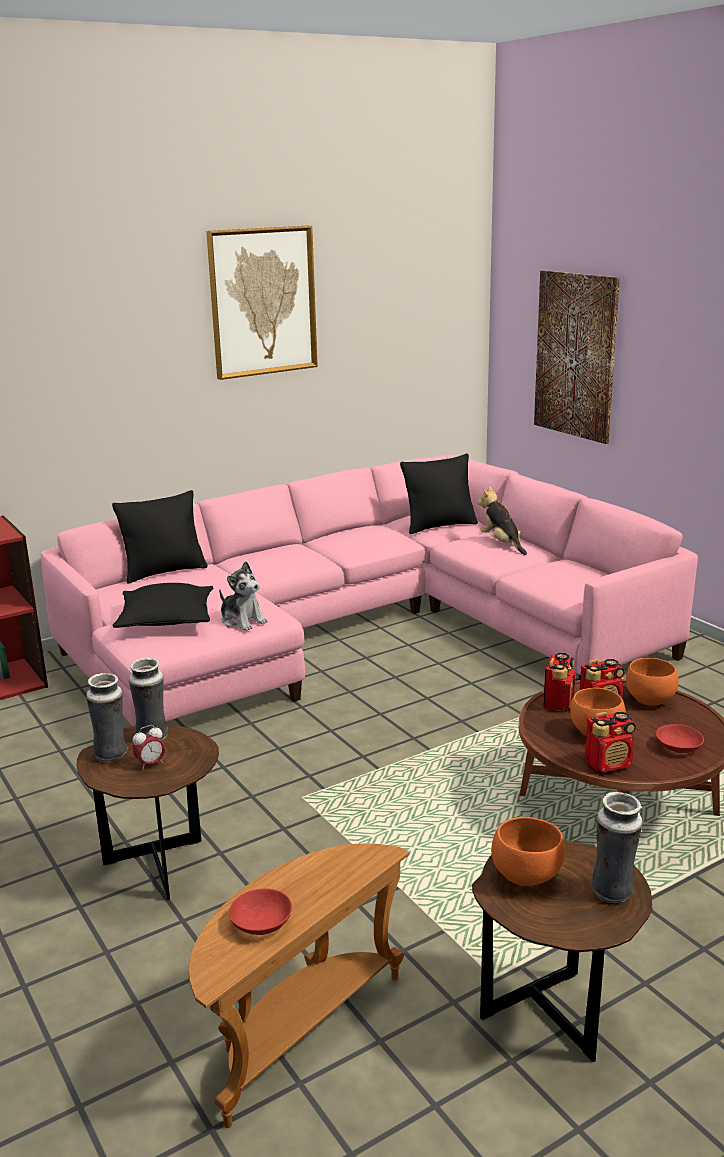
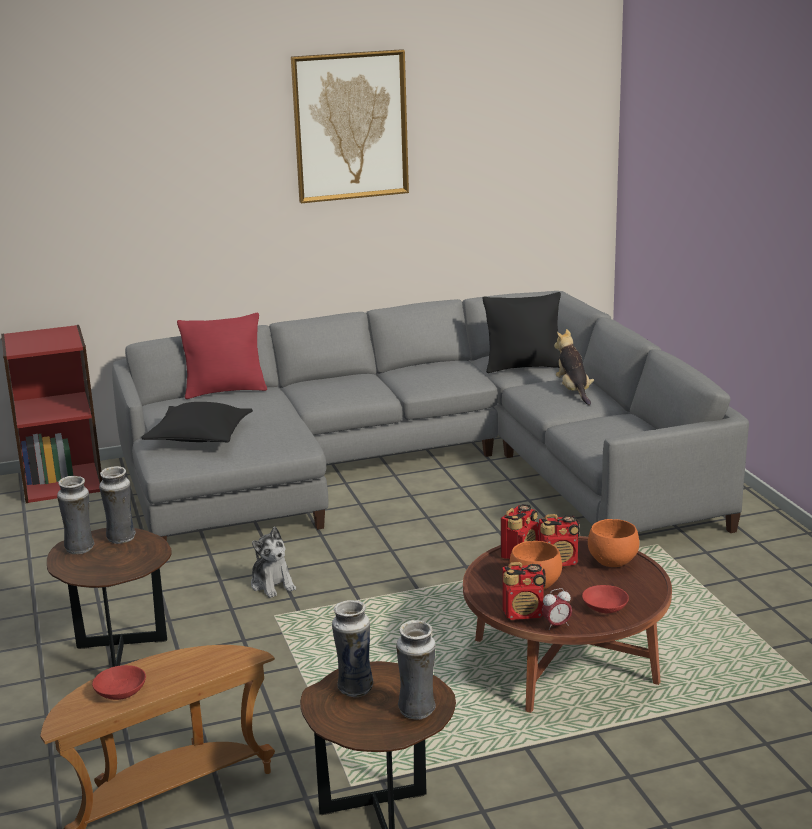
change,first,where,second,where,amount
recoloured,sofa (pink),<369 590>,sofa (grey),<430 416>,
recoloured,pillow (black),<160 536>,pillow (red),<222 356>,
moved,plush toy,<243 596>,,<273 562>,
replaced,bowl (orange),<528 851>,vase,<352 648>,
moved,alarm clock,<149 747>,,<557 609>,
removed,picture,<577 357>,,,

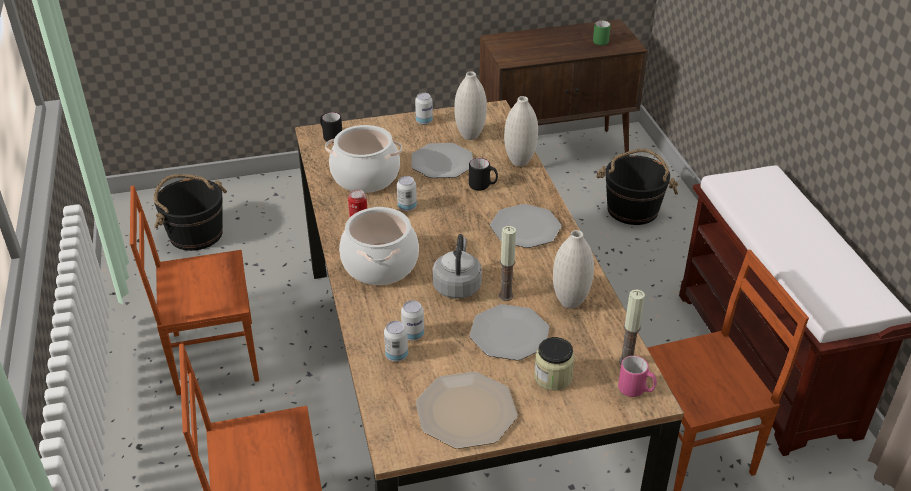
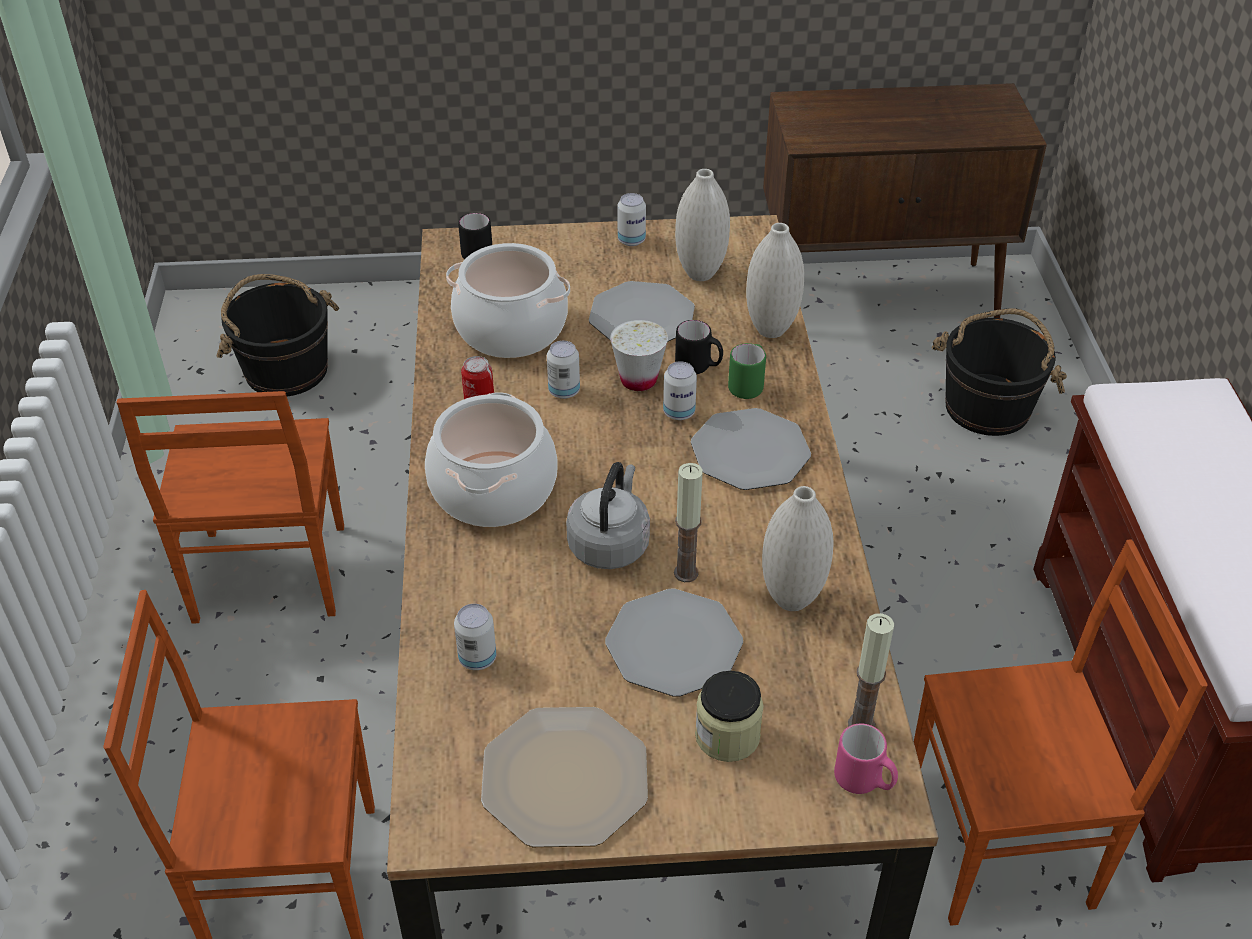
change,first,where,second,where,amount
turned,chair (brown),<194 290>,,<230 507>,90 degrees counterclockwise
added,,,cup (white),<639 355>,
moved,can,<412 320>,,<680 390>,
moved,mug (green),<602 33>,,<747 371>,

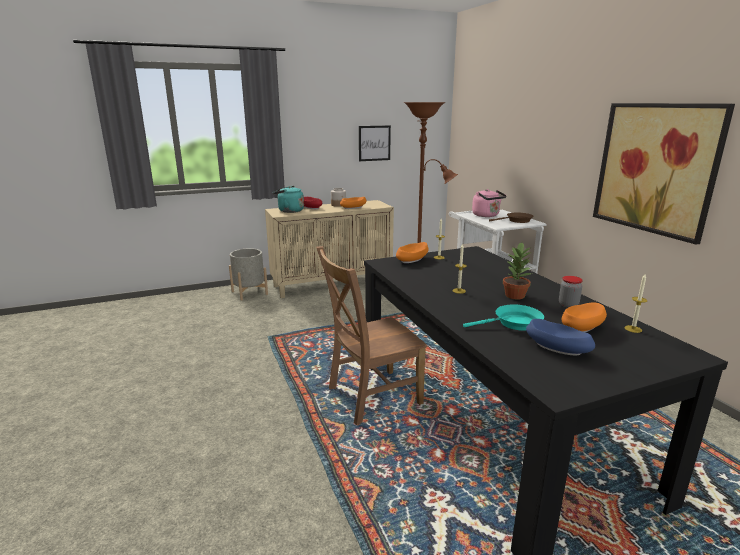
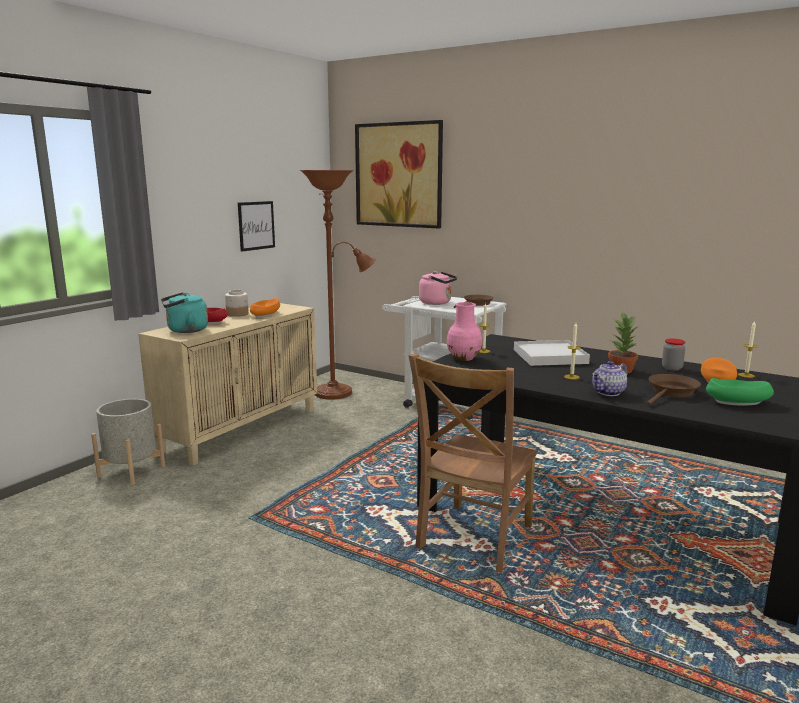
change,first,where,second,where,amount
moved,picture,<664 174>,,<399 174>,
replaced,bowl (orange),<412 252>,vase (pink),<464 331>,
added,,,tray (white),<552 353>,
added,,,teapot,<610 378>,
recoloured,frying pan (turquoise),<503 317>,frying pan (brown),<673 389>,
recoloured,bowl (blue),<560 337>,bowl (green),<740 392>,

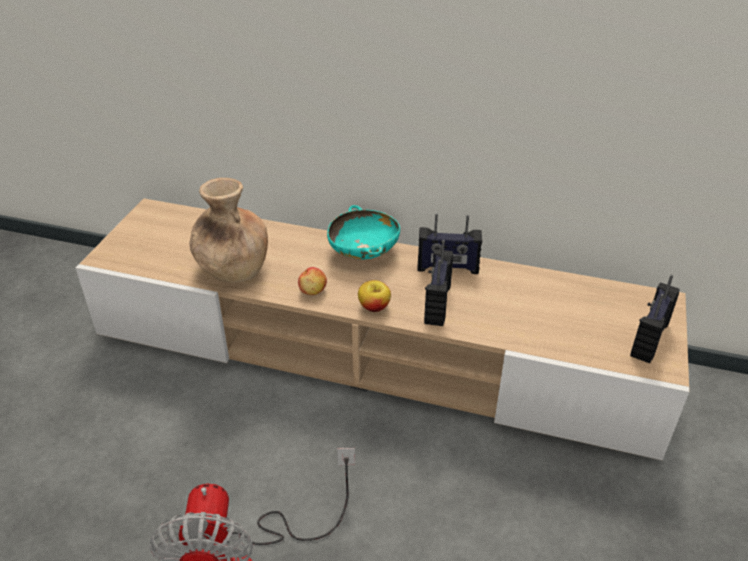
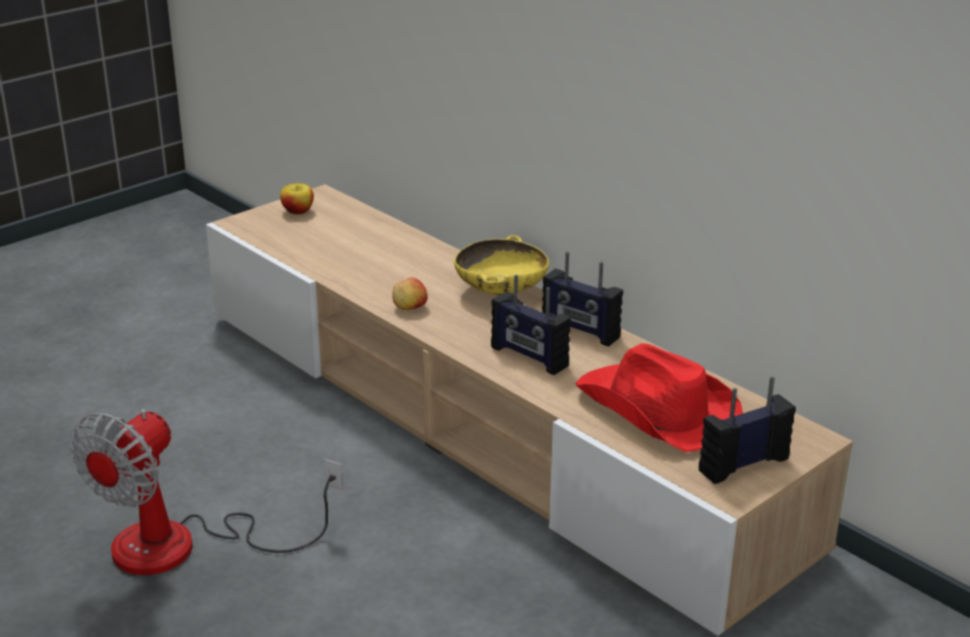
change,first,where,second,where,amount
moved,apple,<374 296>,,<297 198>,
recoloured,bowl (turquoise),<363 232>,bowl (yellow),<501 265>,
turned,radio,<438 283>,,<531 325>,90 degrees counterclockwise
added,,,hat (red),<659 397>,
removed,vase (brown),<229 230>,,,

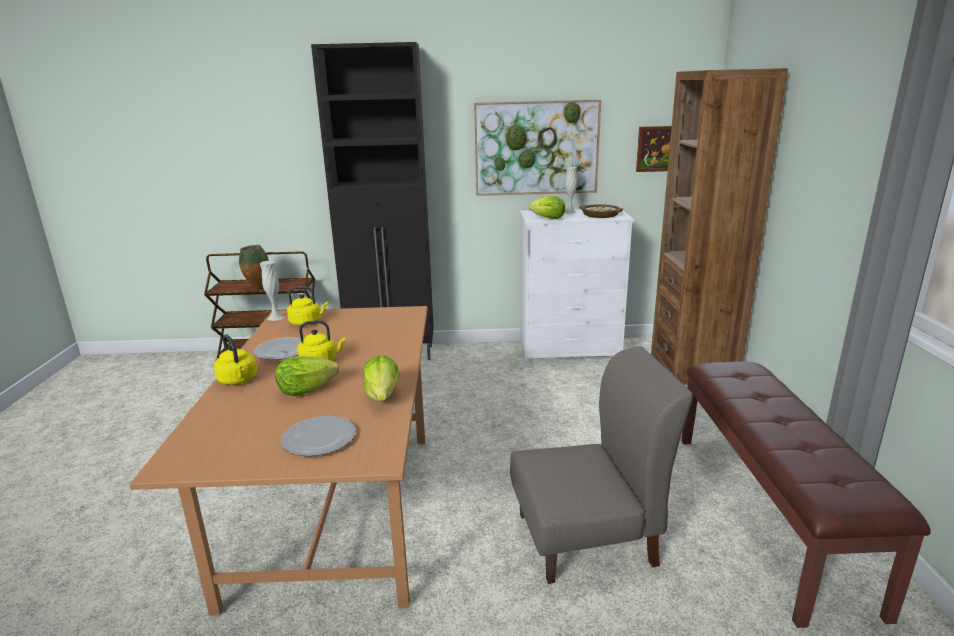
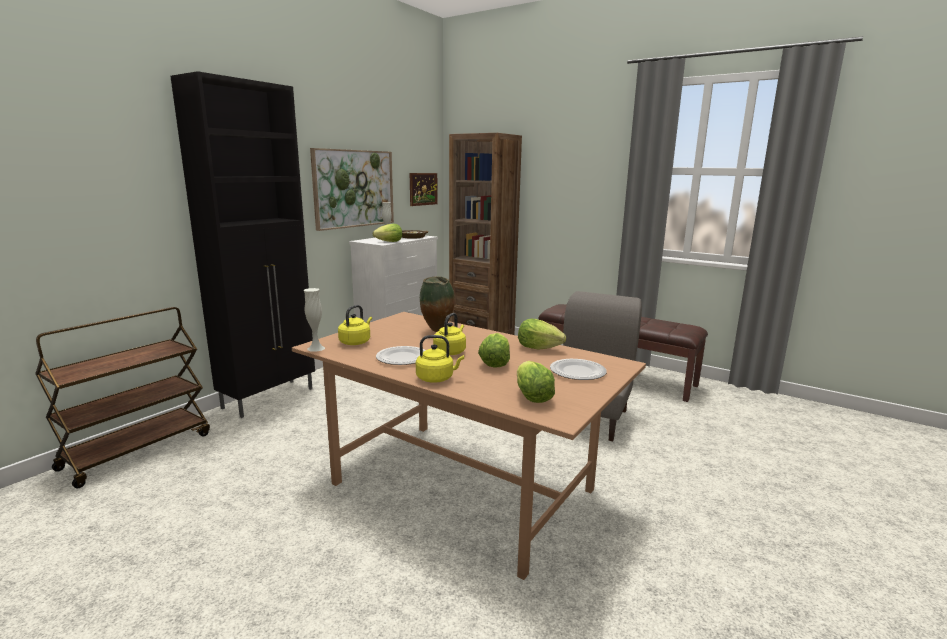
change,first,where,second,where,amount
moved,vase,<254 267>,,<437 304>,
added,,,lettuce,<536 382>,

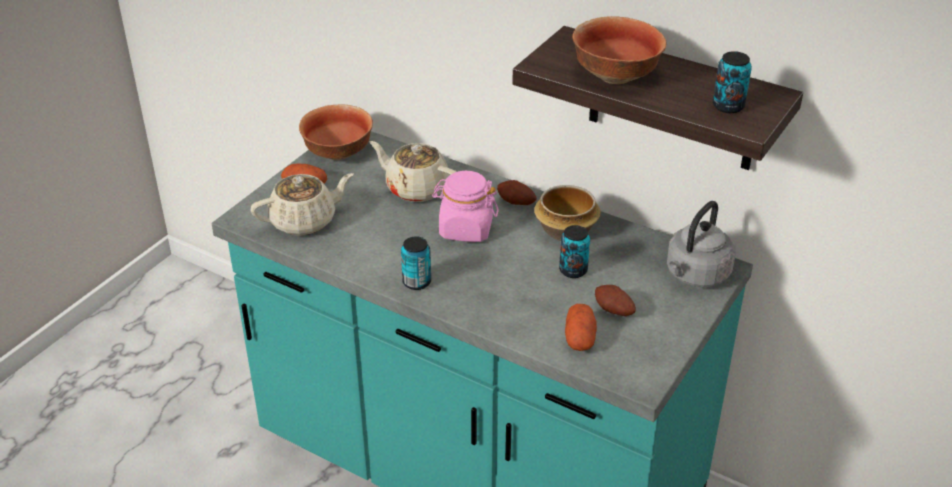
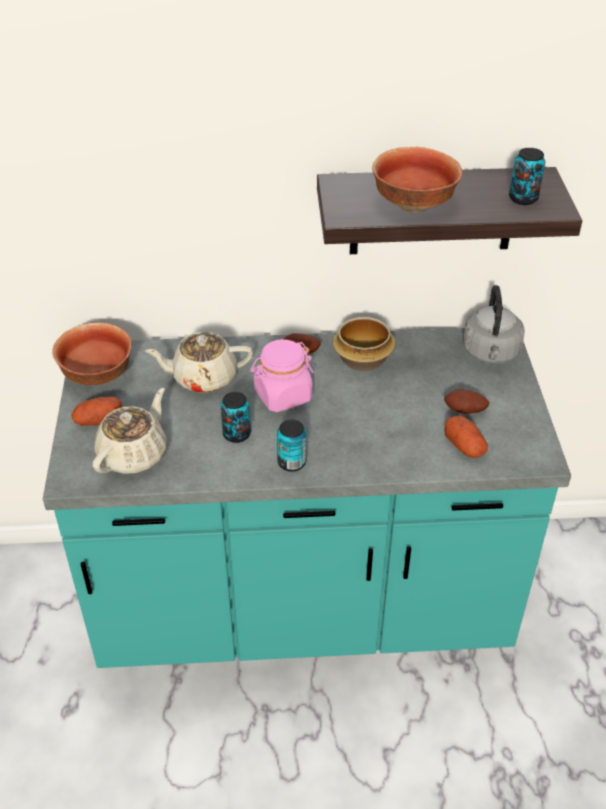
change,first,where,second,where,amount
moved,can,<574 251>,,<236 417>,

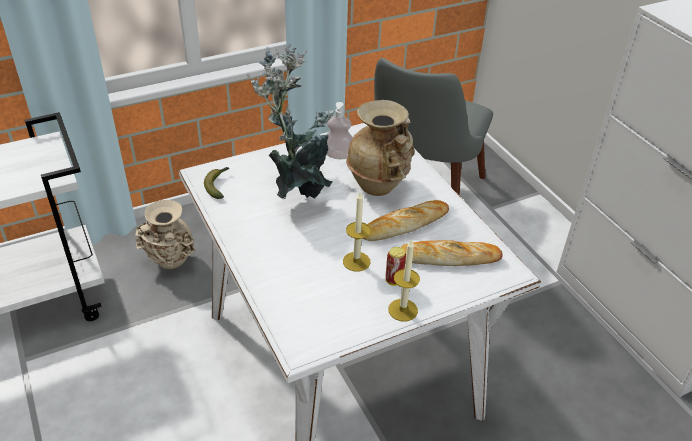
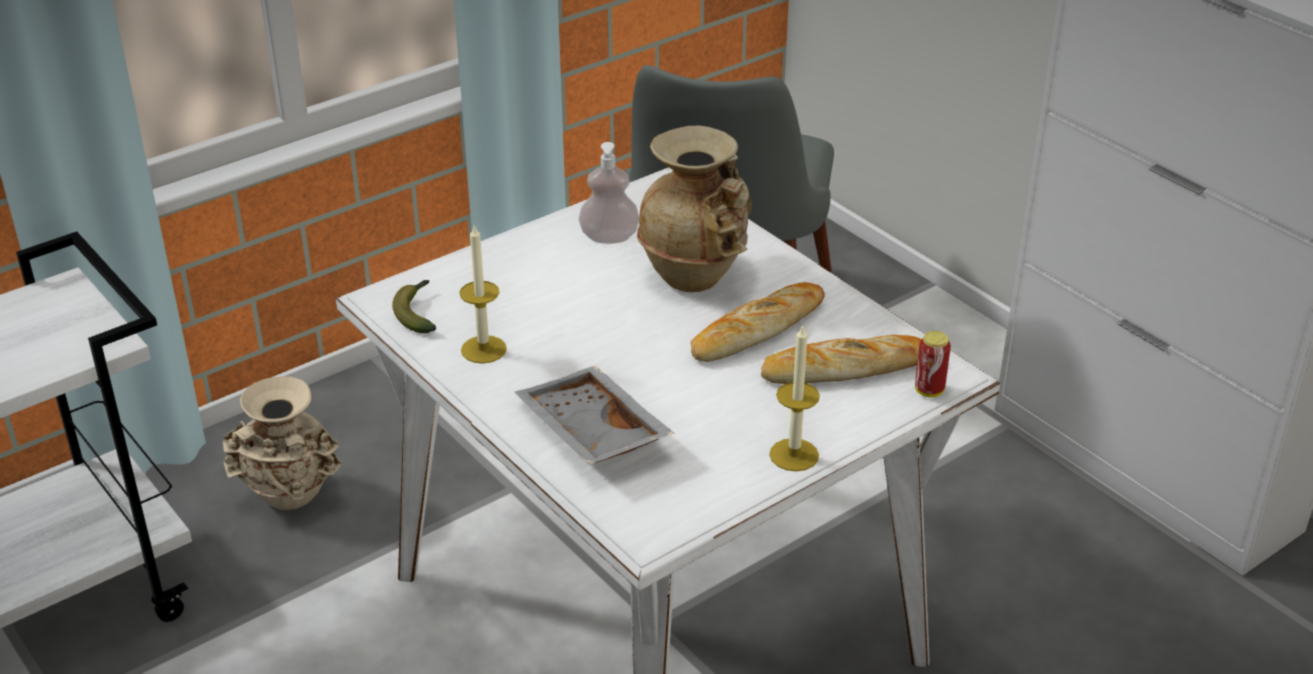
change,first,where,second,where,amount
moved,candle,<357 231>,,<483 294>,
added,,,tray (grey),<594 415>,
moved,can,<395 266>,,<933 364>,
removed,potted plant,<291 121>,,,

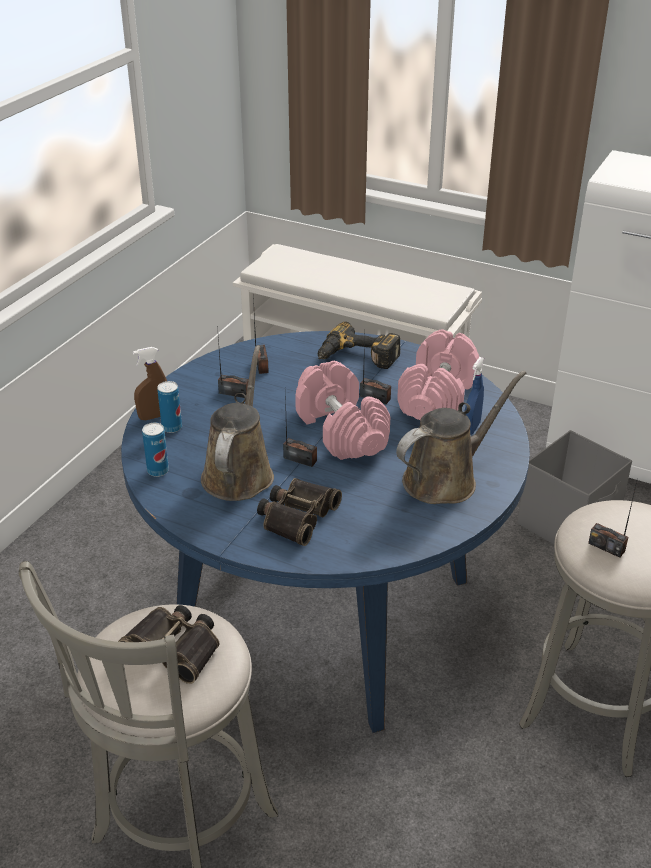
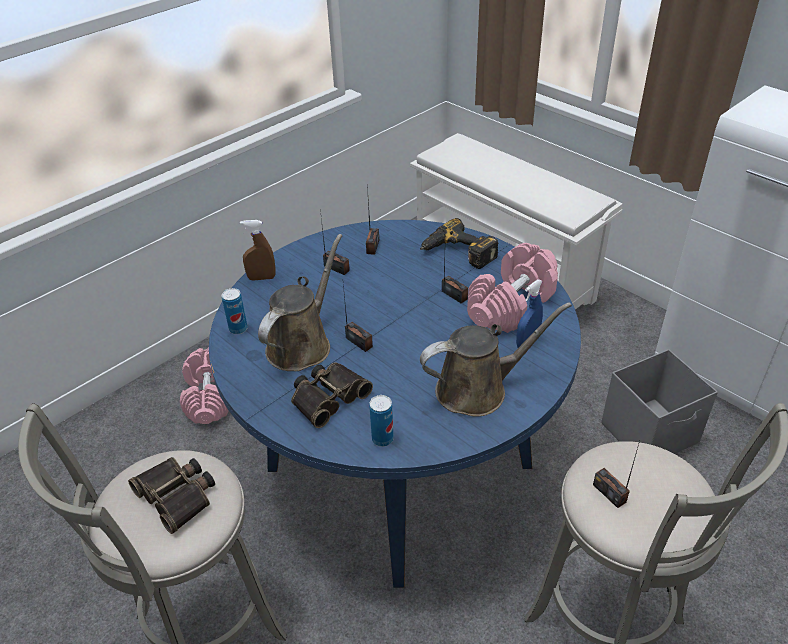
change,first,where,second,where,amount
moved,dumbbell (pink),<342 410>,,<204 385>,
moved,can,<169 407>,,<381 421>,

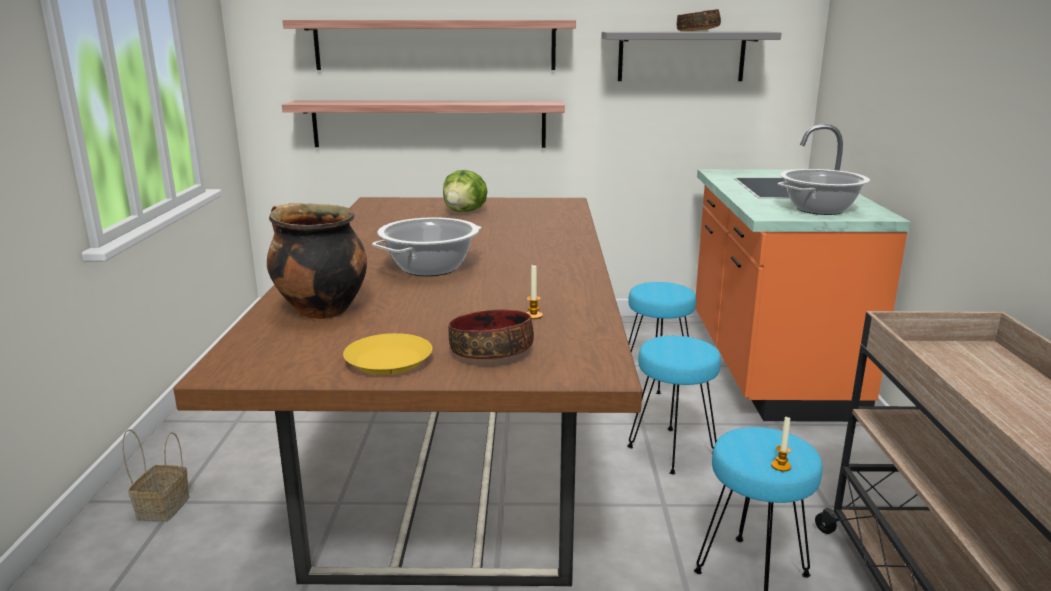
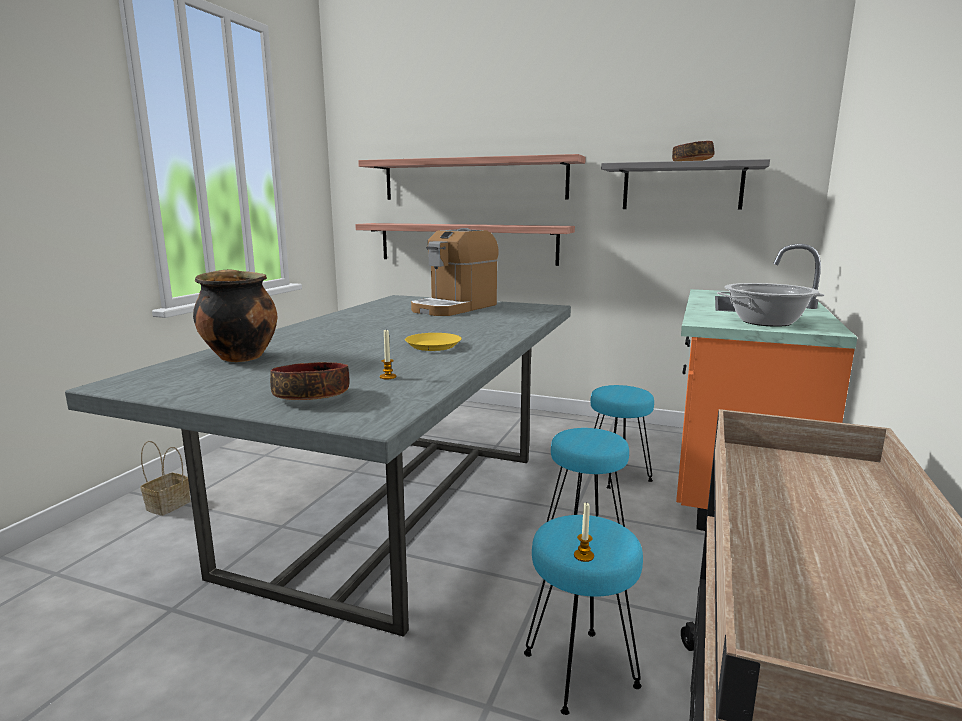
change,first,where,second,where,amount
recoloured,dining table (brown),<408 391>,dining table (grey),<318 466>,
moved,plate (yellow),<387 354>,,<433 342>,
replaced,lettuce,<465 191>,coffee machine,<455 272>,
removed,cooking pot,<427 246>,,,

